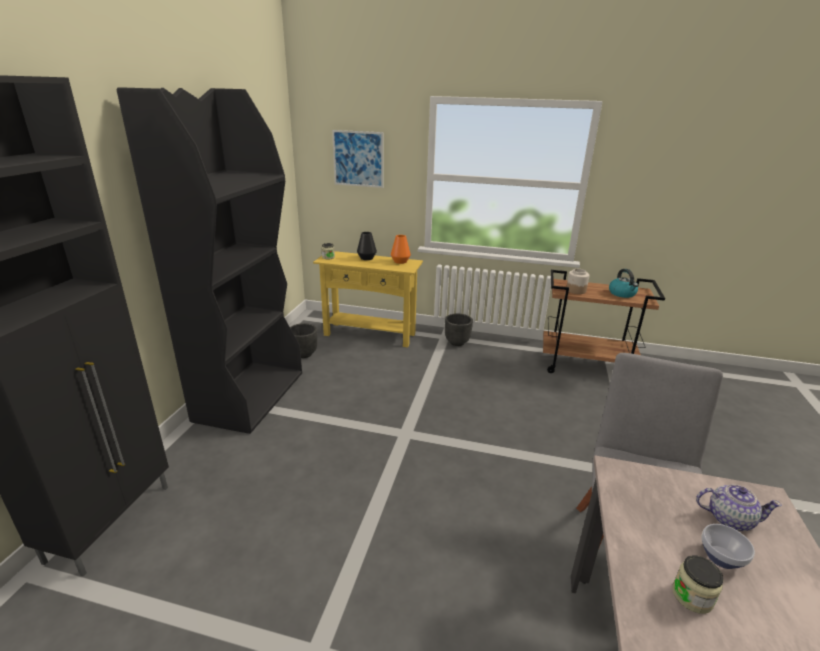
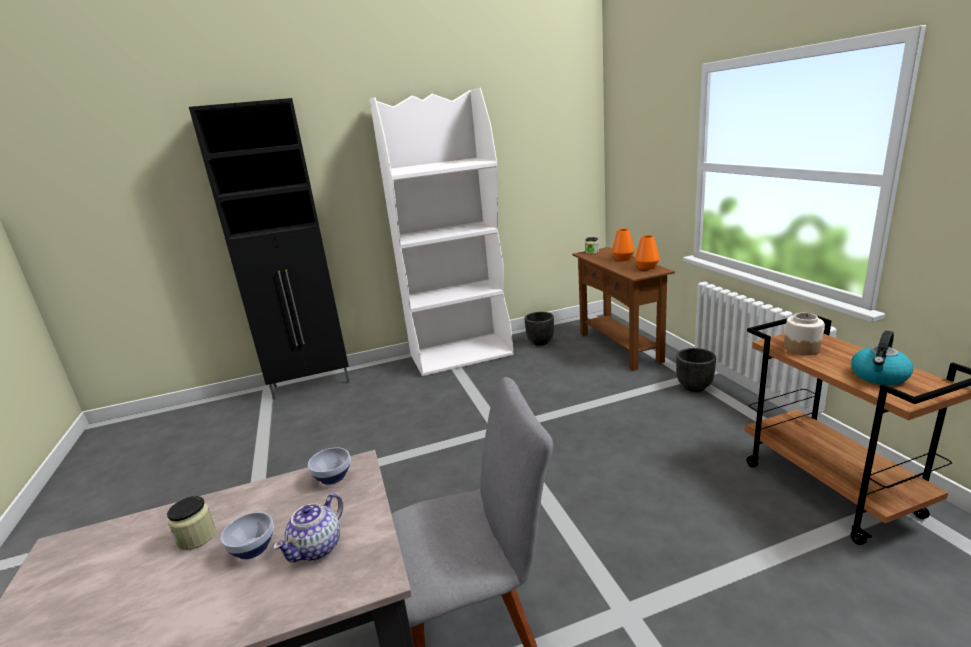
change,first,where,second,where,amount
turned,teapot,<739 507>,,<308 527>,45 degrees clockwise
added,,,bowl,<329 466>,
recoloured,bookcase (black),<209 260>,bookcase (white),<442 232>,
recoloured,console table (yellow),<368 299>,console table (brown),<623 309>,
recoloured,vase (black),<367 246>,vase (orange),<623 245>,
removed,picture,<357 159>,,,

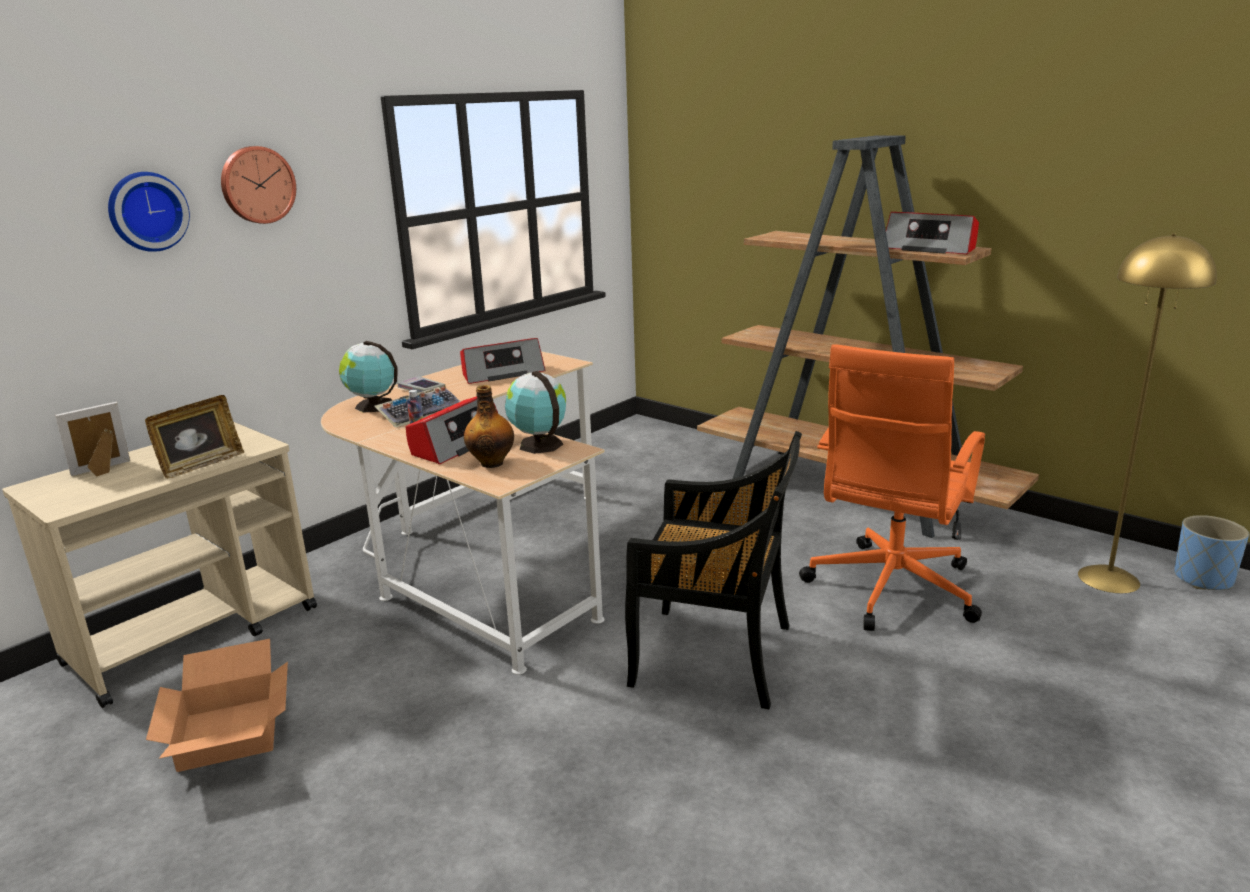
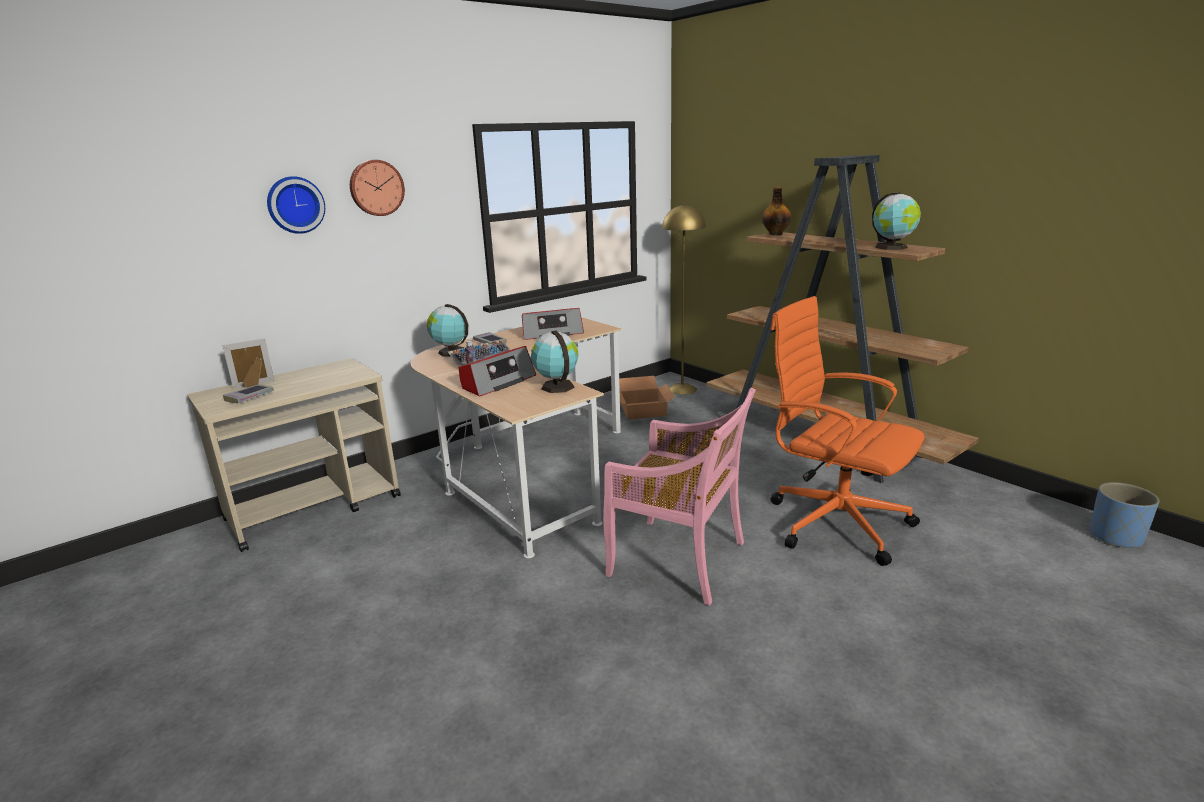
change,first,where,second,where,amount
added,,,book,<248 393>,
recoloured,chair (black),<713 570>,chair (pink),<679 496>,
moved,cardboard box,<217 705>,,<647 398>,
moved,floor lamp (yellow),<1147 413>,,<684 299>,
moved,bottle,<489 426>,,<776 211>,
turned,office chair (orange),<892 487>,,<847 431>,90 degrees clockwise
replaced,radio,<932 233>,globe,<896 221>,
removed,picture frame,<194 437>,,,

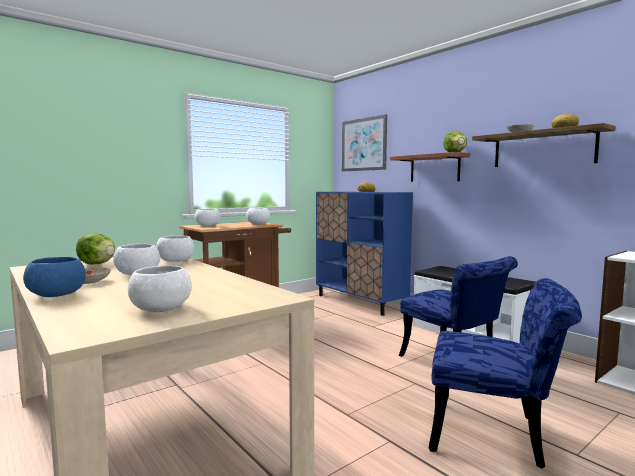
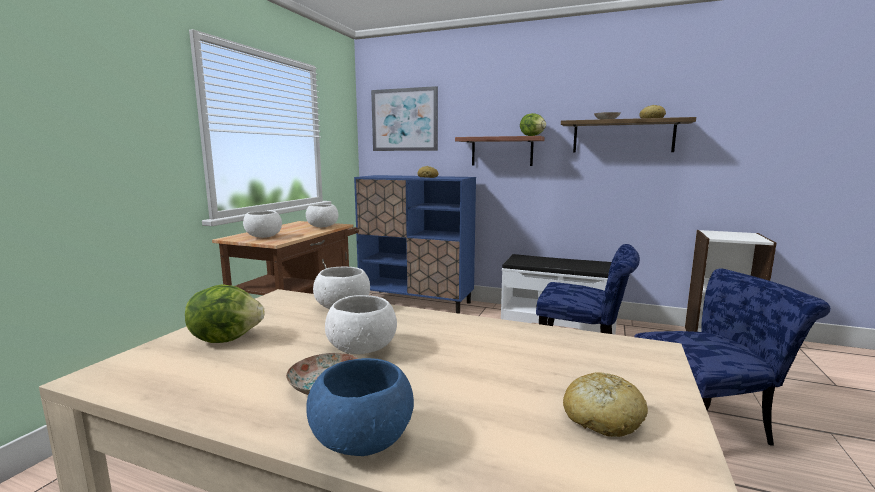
change,first,where,second,where,amount
replaced,bowl (white),<160 288>,bread,<605 404>,

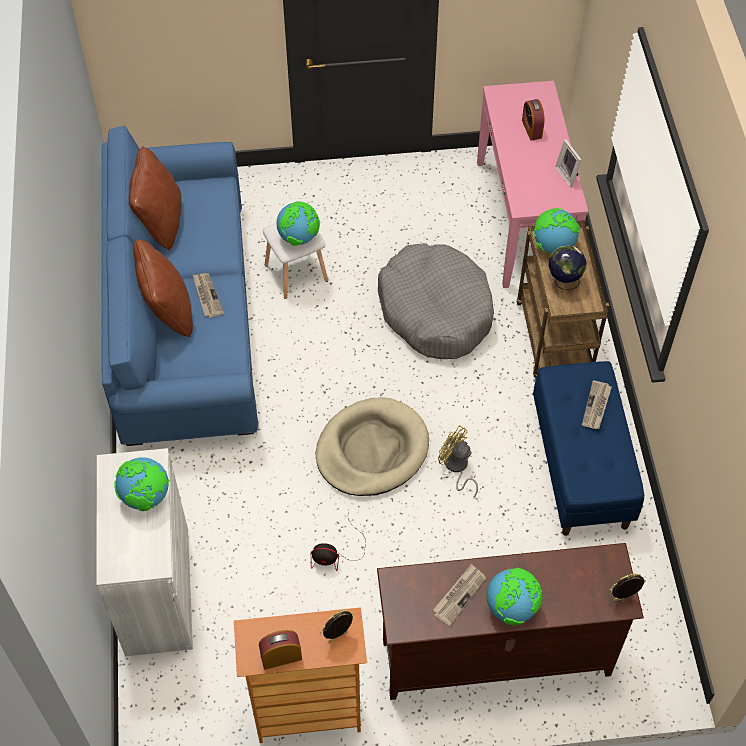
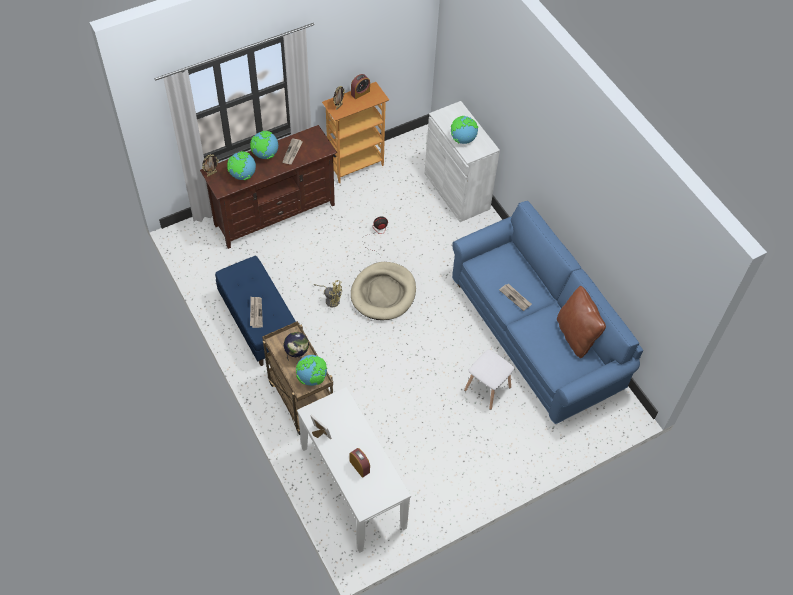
change,first,where,second,where,amount
moved,globe,<298 223>,,<241 165>,
recoloured,console table (pink),<532 184>,console table (white),<354 470>,
removed,pillow (brown),<163 288>,,,
removed,dog bed (grey),<436 301>,,,

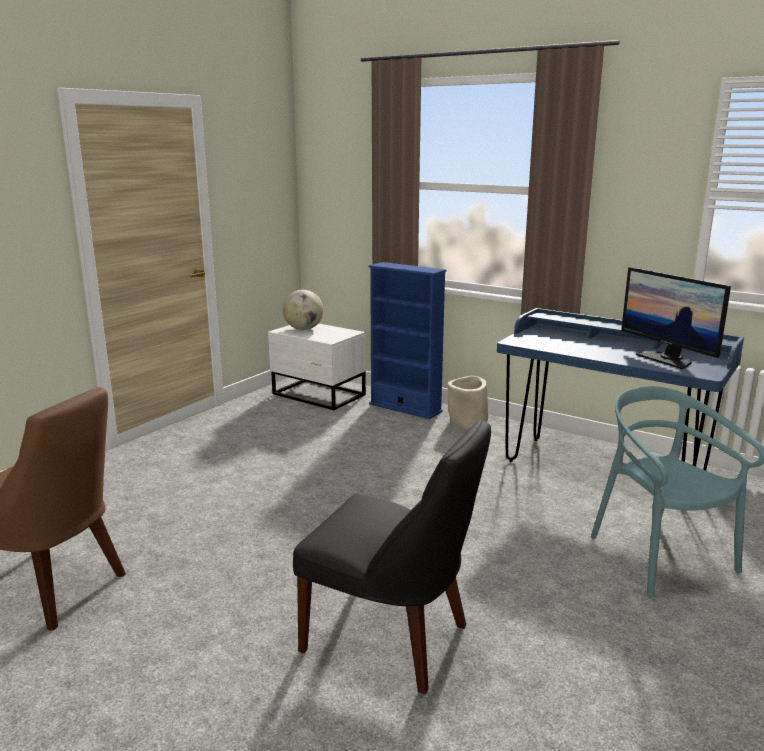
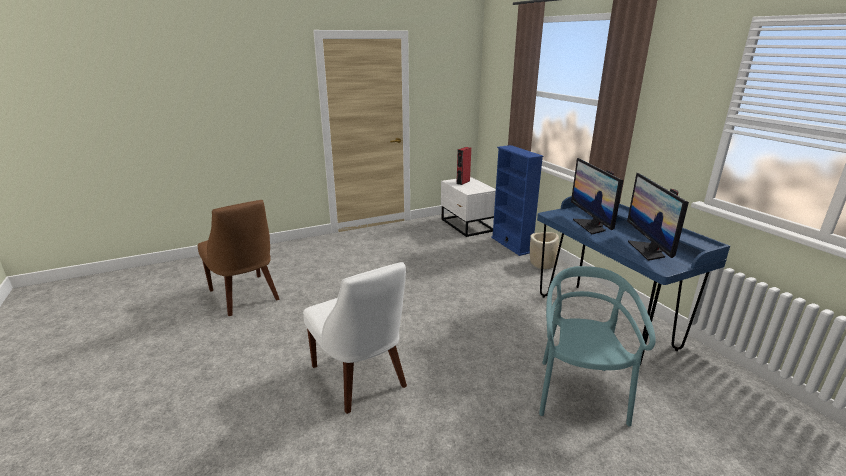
change,first,where,second,where,amount
recoloured,chair (black),<392 557>,chair (white),<355 338>,
replaced,globe,<303 310>,speaker (red),<463 166>,
added,,,monitor,<597 196>,

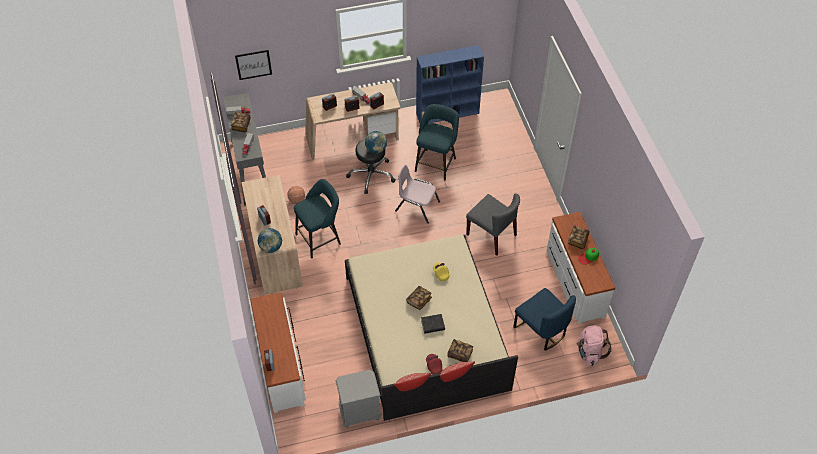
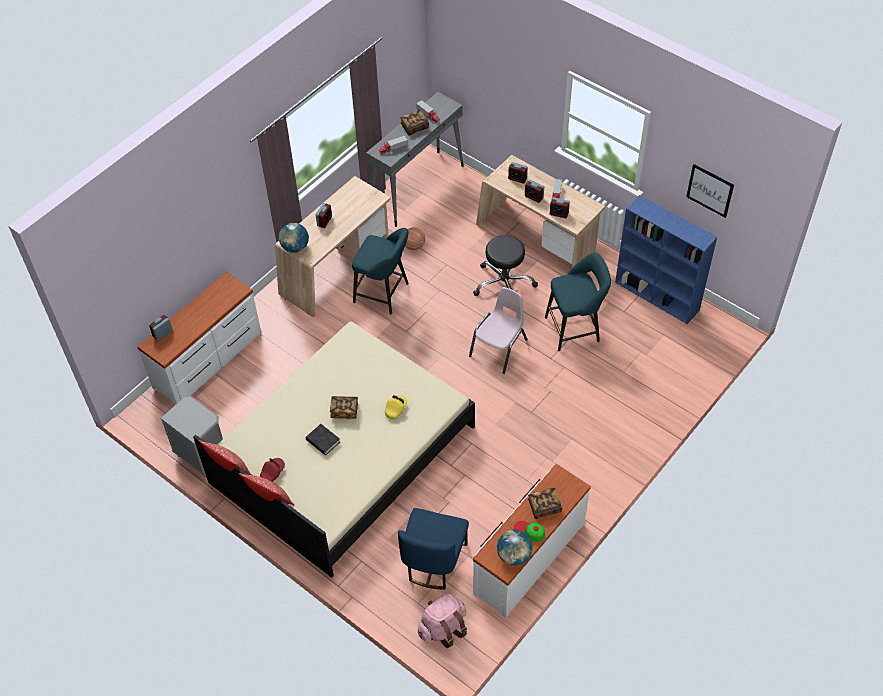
change,first,where,second,where,amount
turned,chair (pink),<417 194>,,<498 330>,45 degrees clockwise
moved,globe,<376 142>,,<515 547>,
moved,picture,<253 65>,,<710 191>,
removed,book,<460 350>,,,
removed,chair (grey),<493 224>,,,

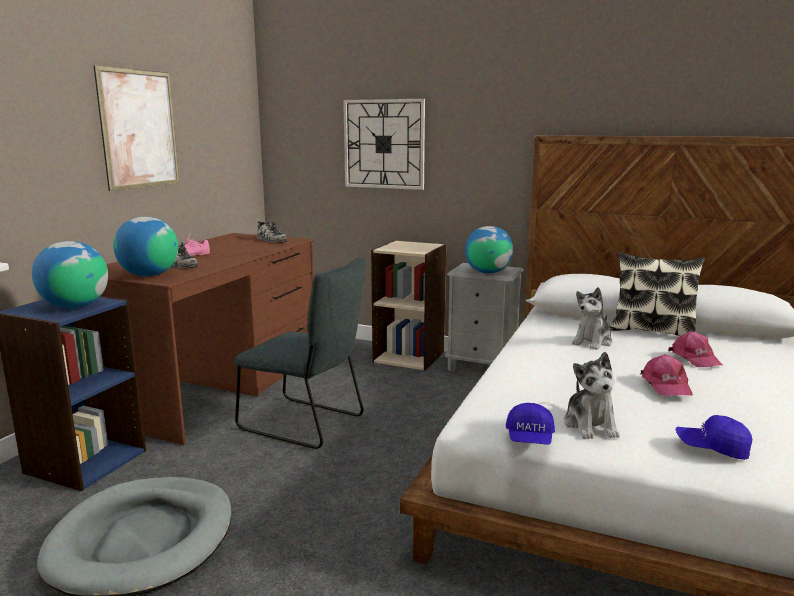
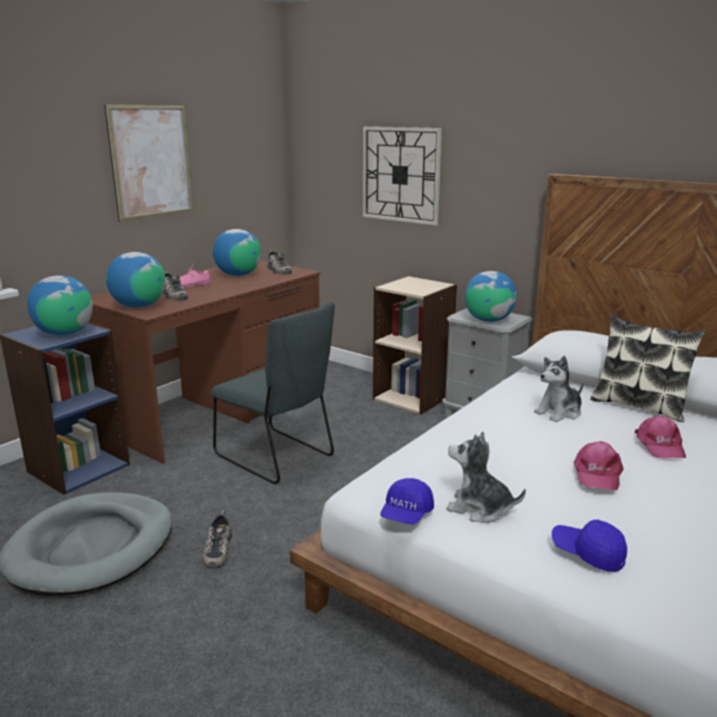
change,first,where,second,where,amount
added,,,shoe,<217 539>,
added,,,globe,<237 252>,
turned,plush toy,<592 395>,,<486 477>,105 degrees clockwise

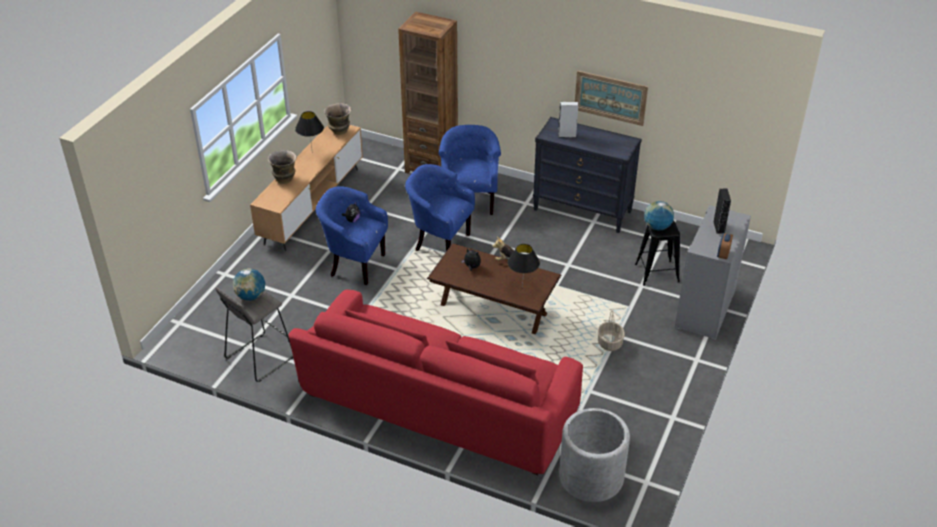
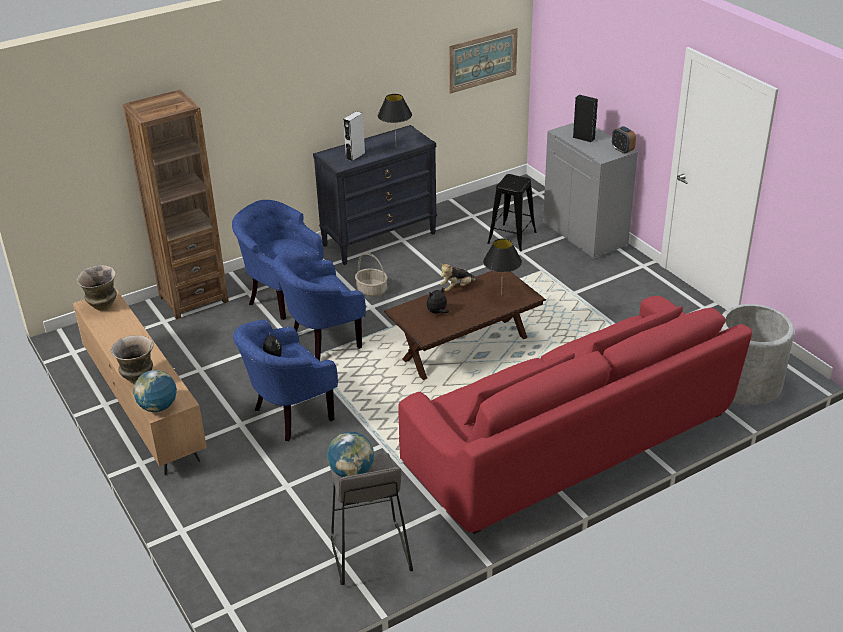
change,first,where,second,where,amount
moved,globe,<659 215>,,<155 391>,
moved,basket,<611 330>,,<371 275>,
moved,table lamp (black),<309 129>,,<395 116>,
moved,picture,<611 98>,,<483 61>,

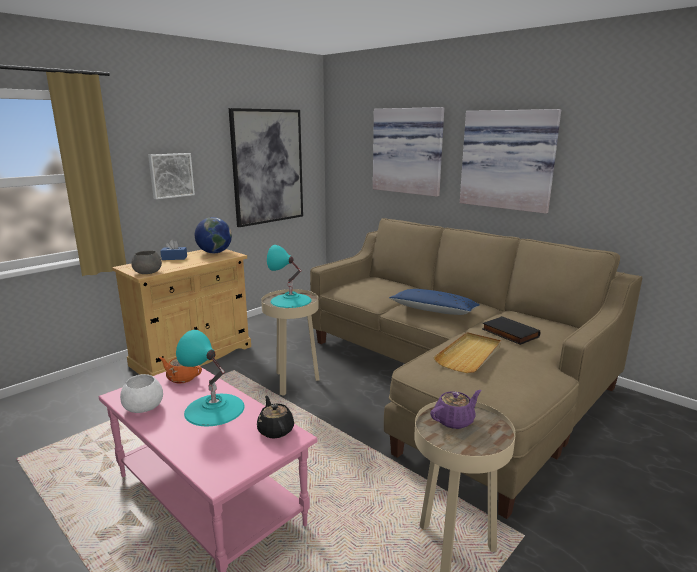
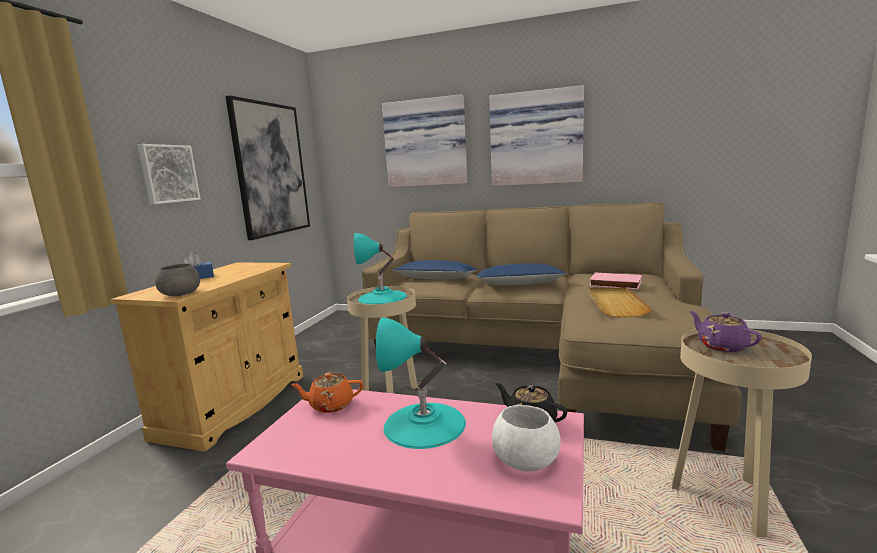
change,first,where,second,where,amount
added,,,pillow (blue),<435 269>,
moved,bowl (white),<141 393>,,<526 438>,
recoloured,book (black),<511 330>,book (pink),<615 281>,
turned,teapot (purple),<455 409>,,<725 331>,60 degrees counterclockwise
removed,globe,<213 235>,,,

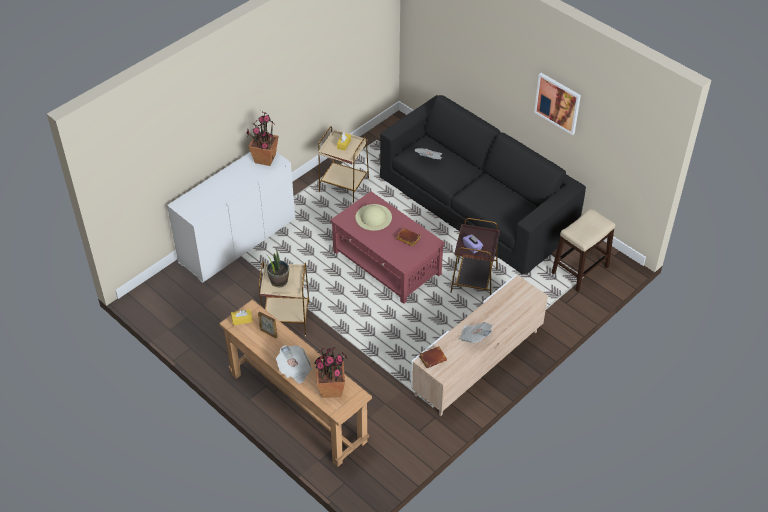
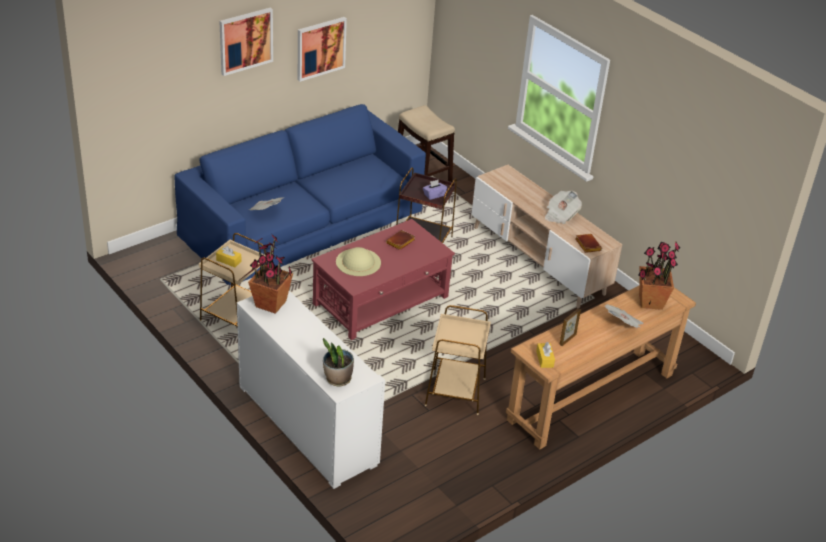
change,first,where,second,where,amount
recoloured,sofa (black),<483 185>,sofa (blue),<300 195>,
added,,,picture,<246 41>,
moved,potted plant,<278 268>,,<338 362>,

